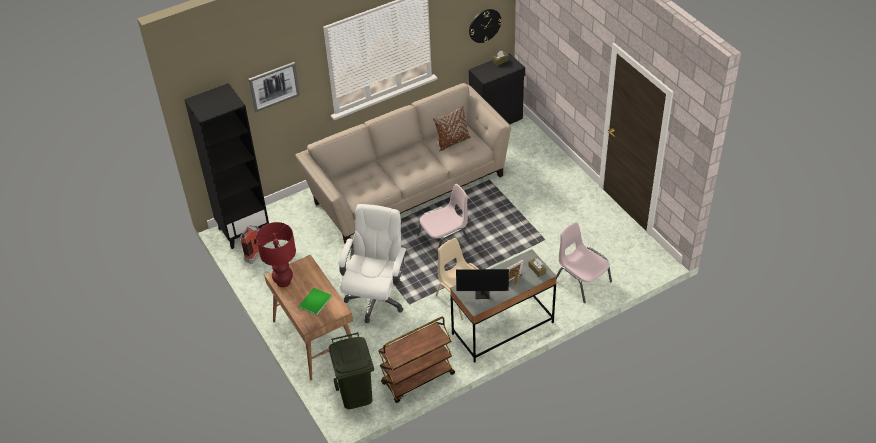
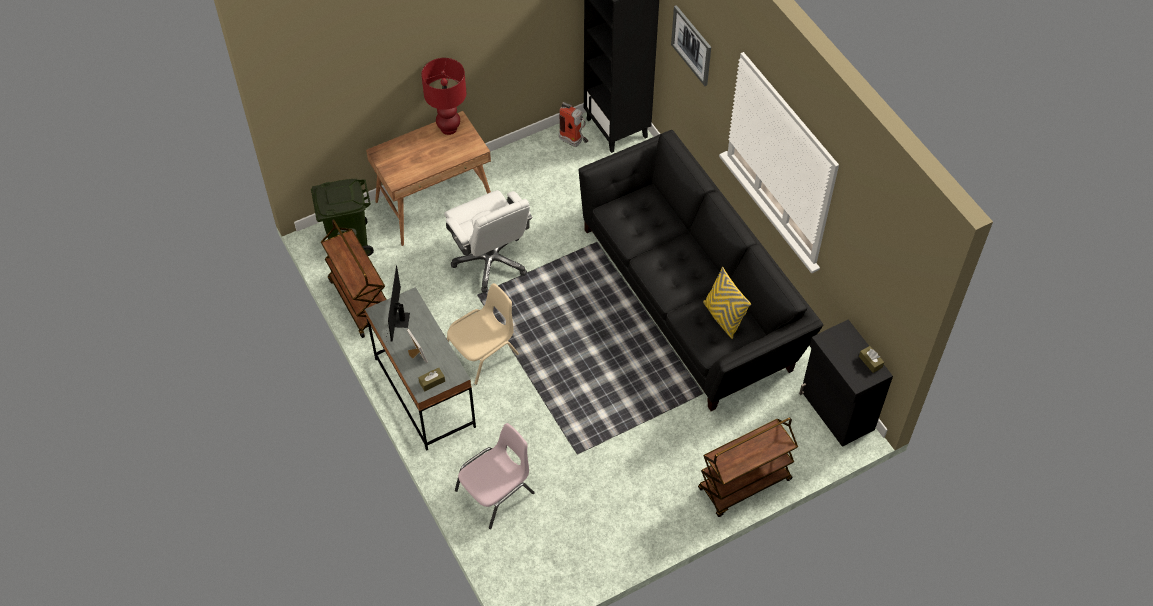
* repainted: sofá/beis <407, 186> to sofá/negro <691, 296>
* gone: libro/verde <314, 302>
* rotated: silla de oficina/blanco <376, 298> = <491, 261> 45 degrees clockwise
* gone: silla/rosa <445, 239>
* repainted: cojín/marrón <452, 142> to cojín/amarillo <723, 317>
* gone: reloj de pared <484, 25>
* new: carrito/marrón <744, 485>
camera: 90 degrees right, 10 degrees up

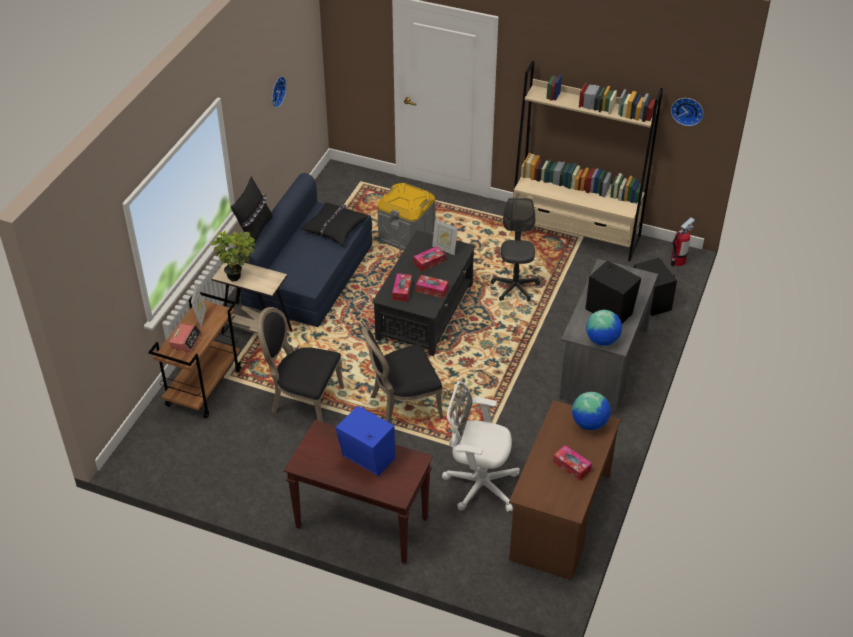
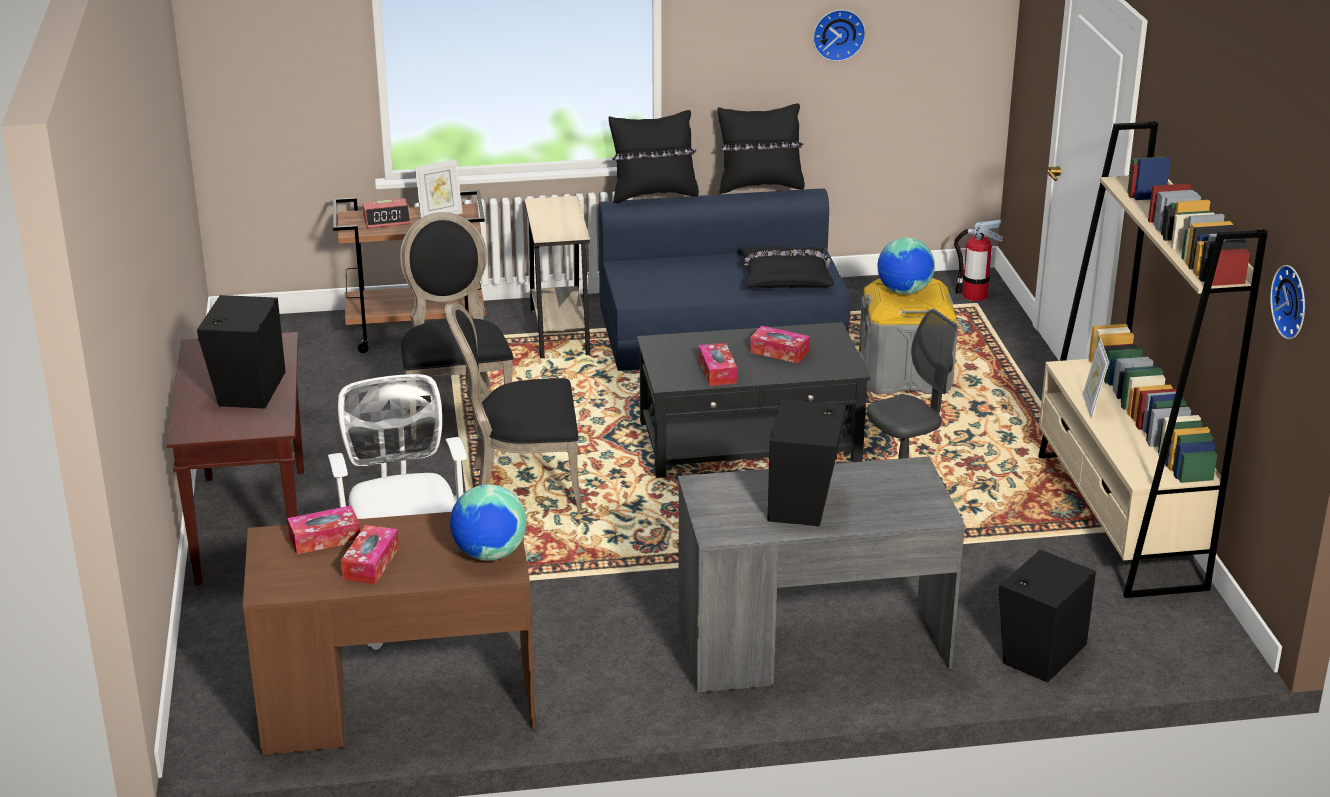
* gone: planta en maceta <238, 276>
* repainted: altavoz/azul <368, 459> to altavoz/negro <247, 389>
* rotated: silla/negro <402, 405> = <521, 485> 45 degrees counterclockwise
* shifted: caja de pañuelos <402, 291> to <325, 539>
* shifted: portarretratos <444, 249> to <1092, 406>
* shifted: globo terráqueo <602, 340> to <904, 292>
* shifted: extintor <678, 261> to <974, 295>
* new: cojín/negro <760, 186>
camera: 60 degrees right, 15 degrees down

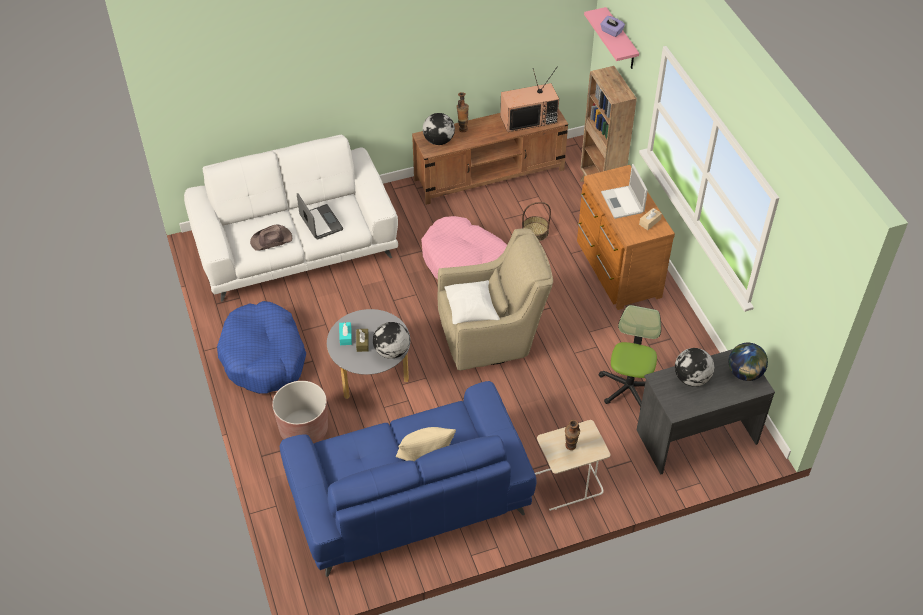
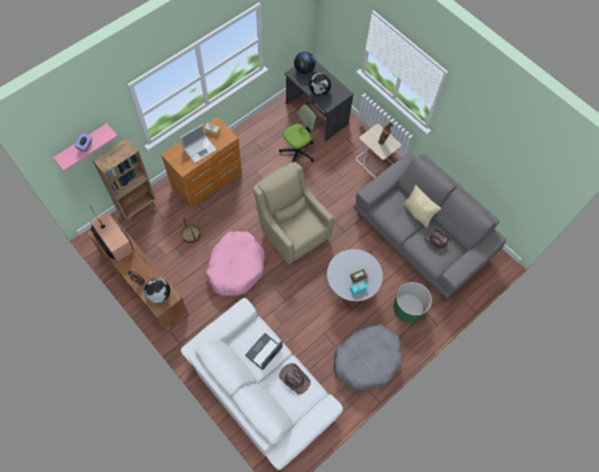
* repainted: cama para perro/azul <264, 357> to cama para perro/gris <367, 360>
* repainted: maceta/marrón <304, 430> to maceta/verde <408, 308>
* repainted: sofá/azul <408, 496> to sofá/gris <422, 235>
* gone: globo terráqueo <391, 351>
* gone: cojín/blanco <471, 311>
* rotated: silla de oficina <629, 387> = <298, 151> 150 degrees clockwise
* new: sombrero/marrón <438, 241>
camera: 115 degrees left, 15 degrees up

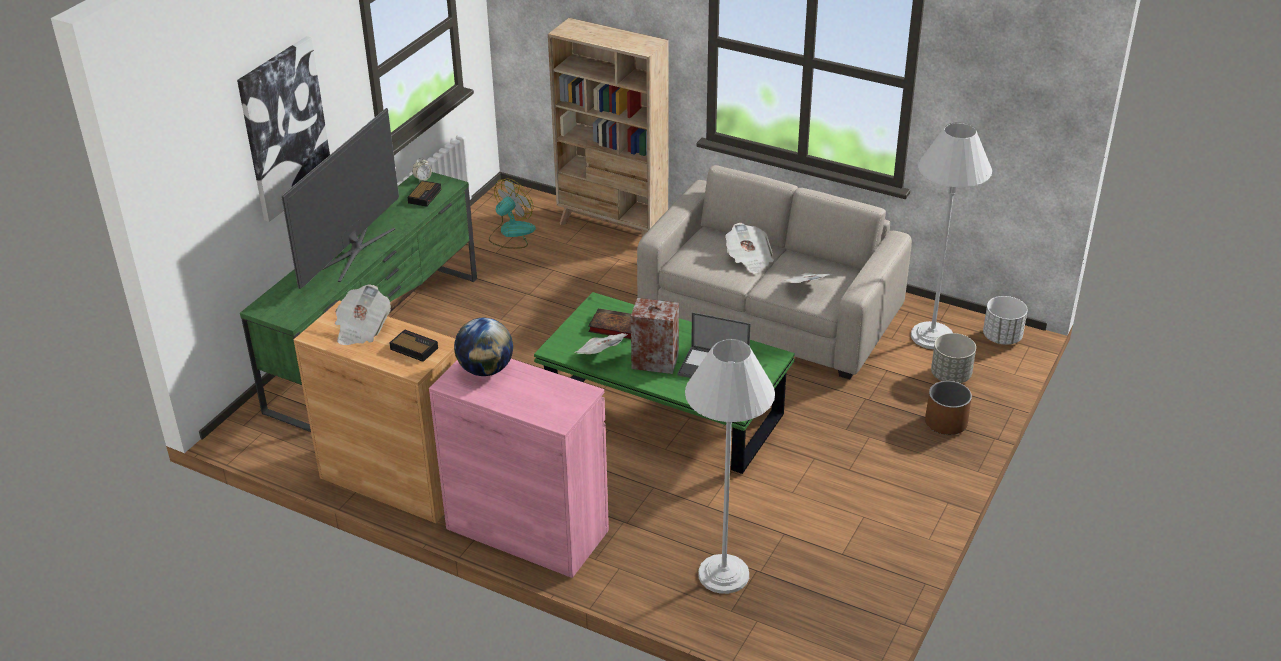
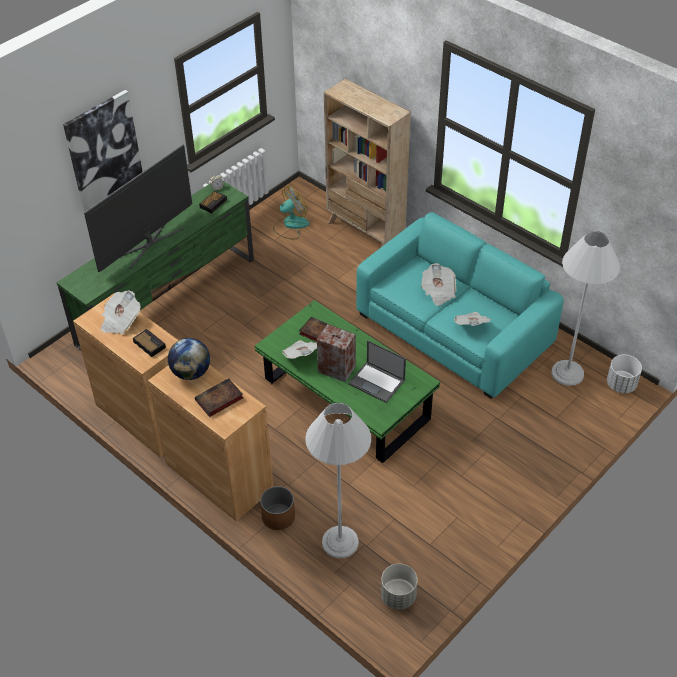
* repainted: armario/rosa <527, 529> to armario/marrón <219, 476>
* repainted: sofá/beis <771, 312> to sofá/turquesa <454, 329>
* shifted: maceta/marrón <945, 423> to <278, 517>
* shifted: maceta/gris <951, 376> to <398, 597>
* new: libro <218, 400>
camera: 15 degrees right, 10 degrees up

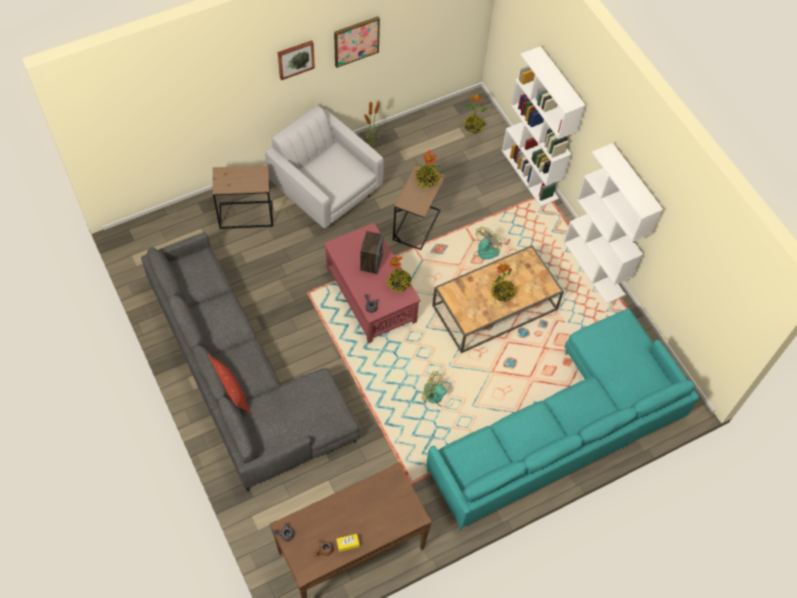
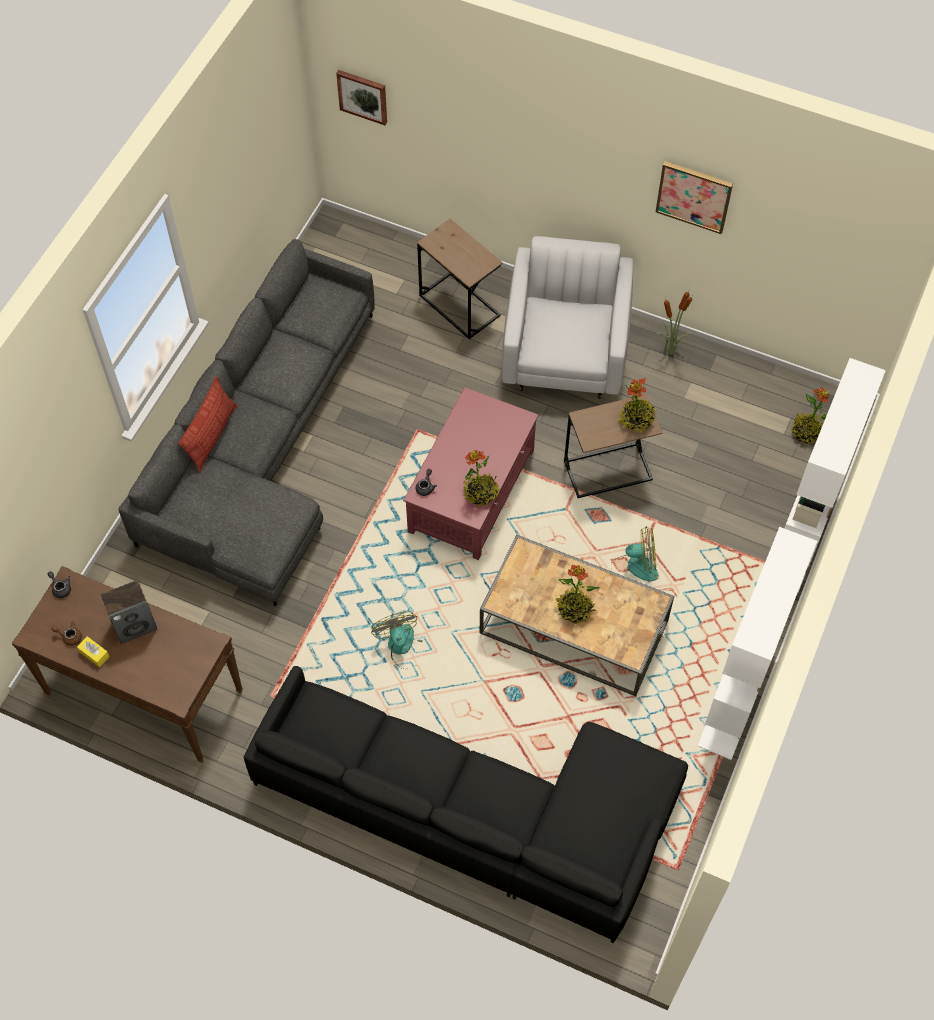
* shifted: cuadro <295, 59> to <363, 96>
* shifted: altavoz <371, 262> to <135, 625>
* repainted: sofá/turquesa <564, 428> to sofá/negro <478, 811>
camera: 55 degrees right, 0 degrees up

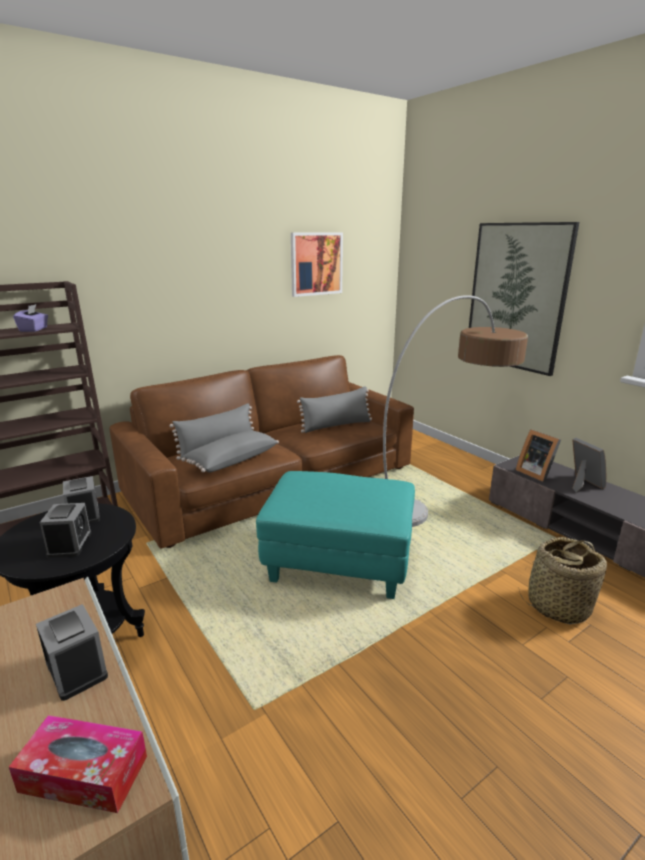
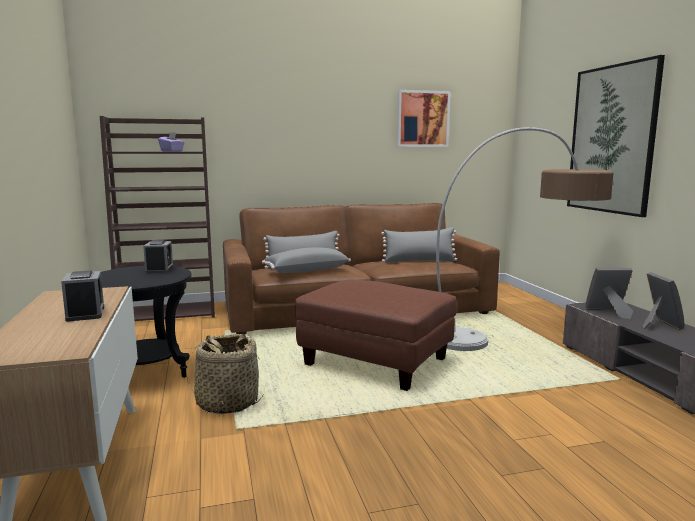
* gone: caja de pañuelos <84, 773>
* gone: despertador <70, 544>
* repainted: puf/turquesa <340, 561> to puf/marrón <376, 362>
* rotated: portarretratos <535, 473> = <609, 312> 105 degrees clockwise
* shifted: cesta <557, 606> to <227, 403>
camera: 20 degrees right, 10 degrees down

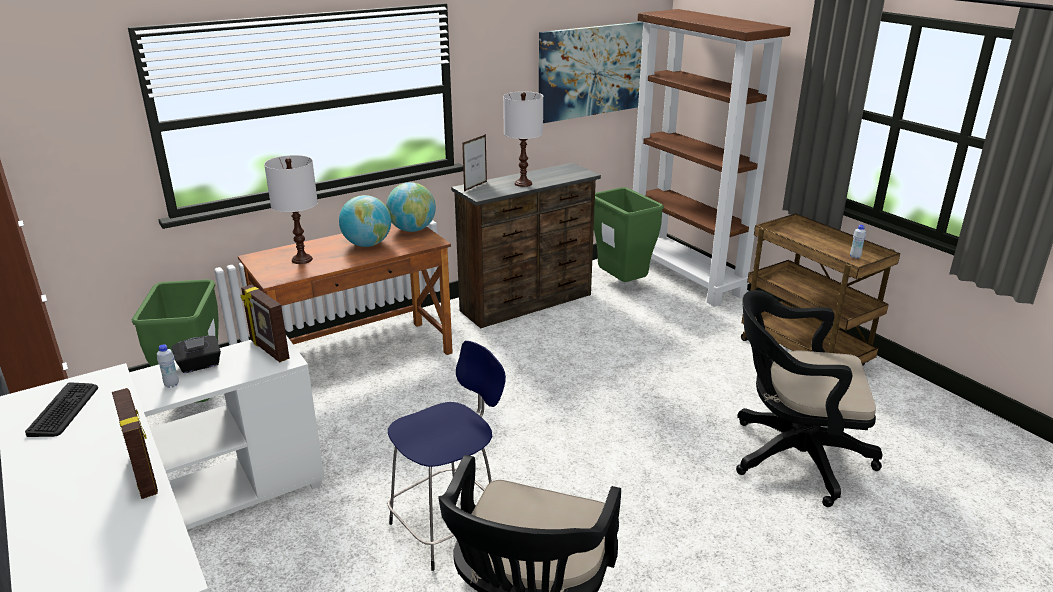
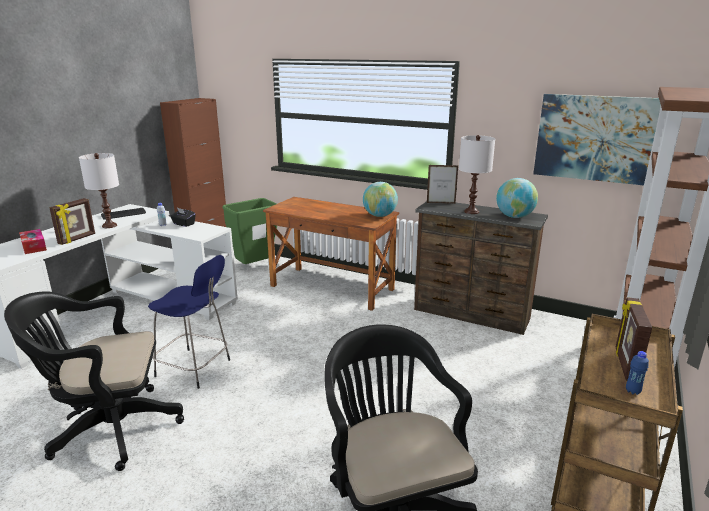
* shifted: portarretratos <268, 350> to <625, 365>
* shifted: lámpara de mesa/blanco <302, 260> to <109, 226>
* shifted: globo terráqueo <367, 244> to <514, 217>
* gone: papelera/verde <622, 284>
* repainted: botella/blanco <855, 257> to botella/azul <633, 391>
* new: caja de pañuelos <34, 246>
camera: 60 degrees right, 5 degrees down

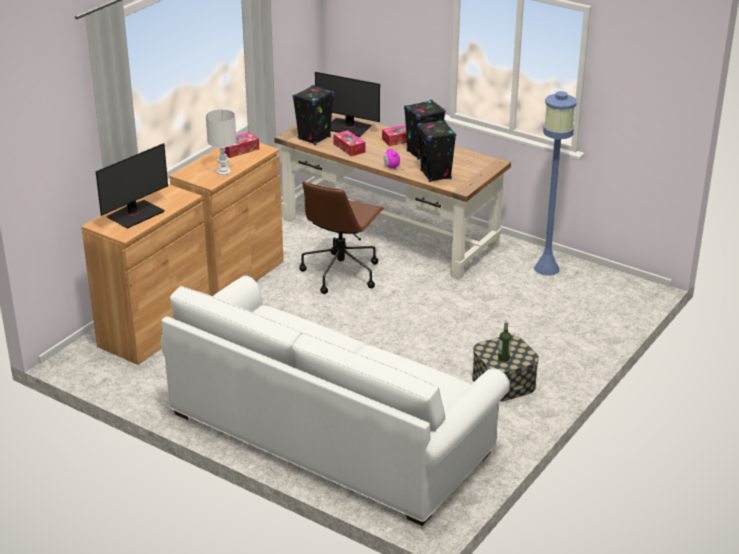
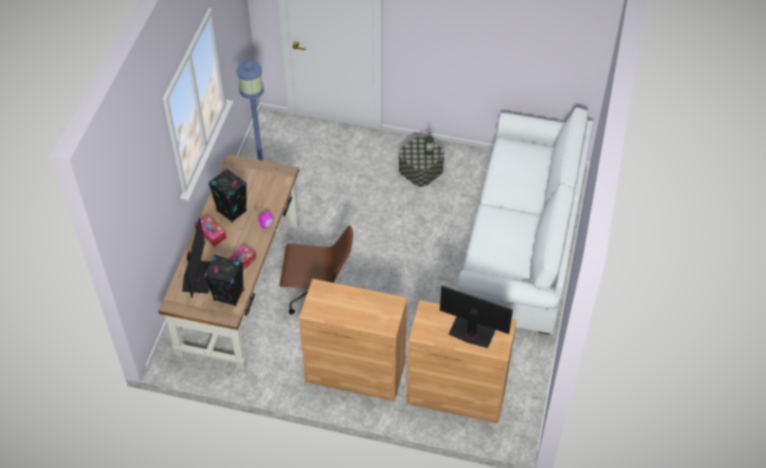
* gone: lámpara de mesa/blanco <224, 172>
* gone: caja de pañuelos <239, 150>
* gone: altavoz/negro <436, 175>
camera: 110 degrees left, 20 degrees up

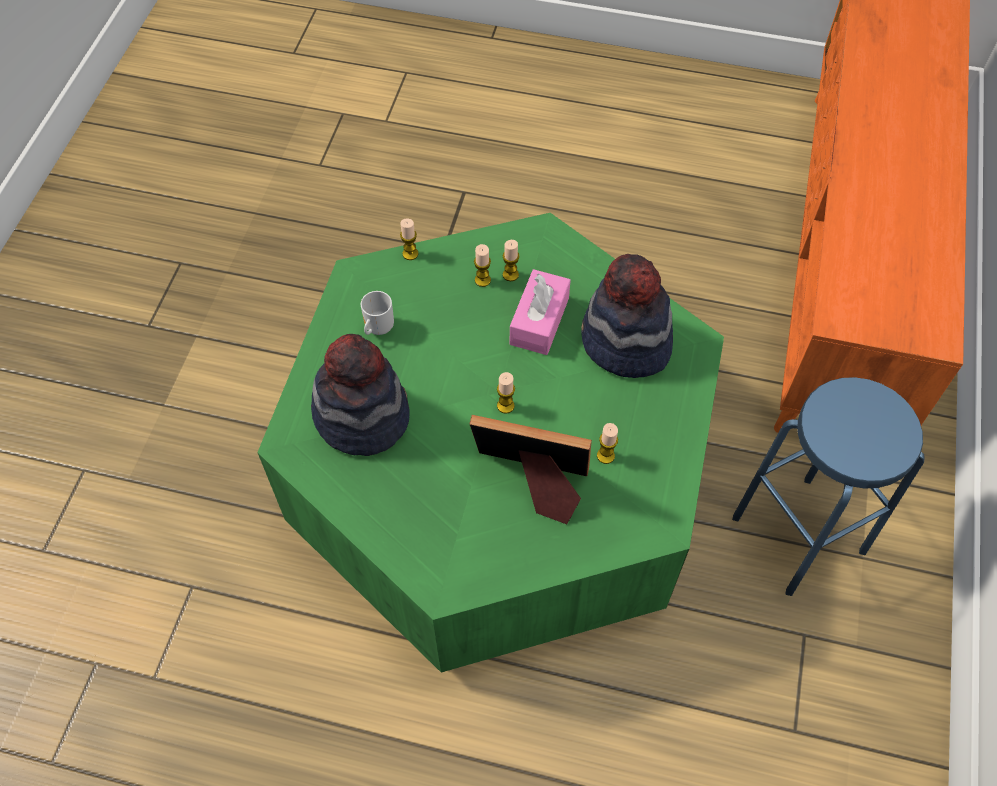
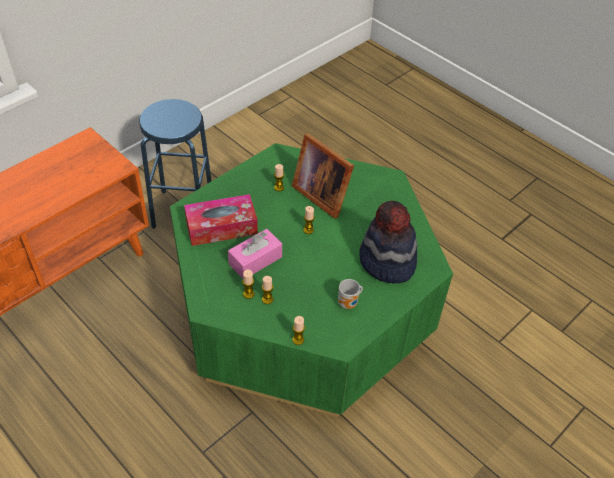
* swapped: sombrero <625, 343> to caja de pañuelos <221, 227>
camera: 150 degrees left, 10 degrees down

